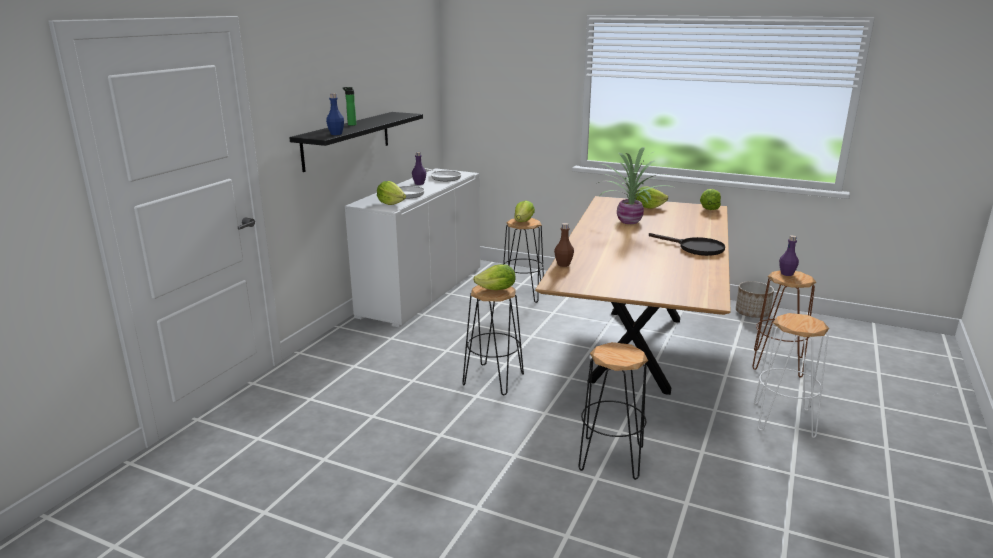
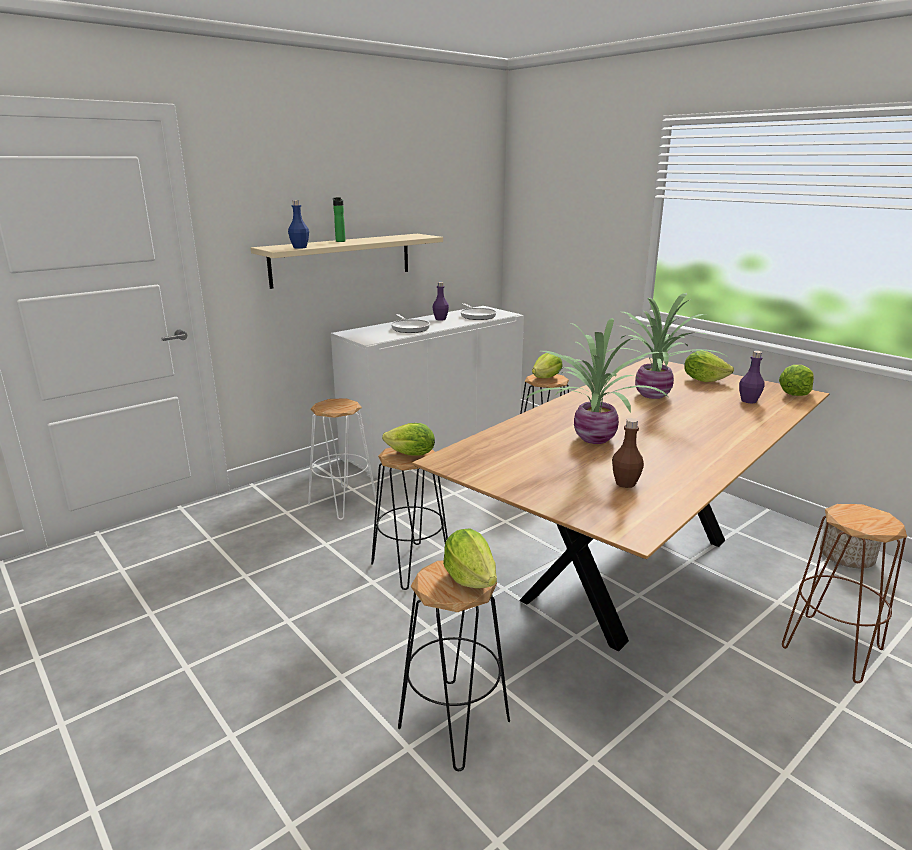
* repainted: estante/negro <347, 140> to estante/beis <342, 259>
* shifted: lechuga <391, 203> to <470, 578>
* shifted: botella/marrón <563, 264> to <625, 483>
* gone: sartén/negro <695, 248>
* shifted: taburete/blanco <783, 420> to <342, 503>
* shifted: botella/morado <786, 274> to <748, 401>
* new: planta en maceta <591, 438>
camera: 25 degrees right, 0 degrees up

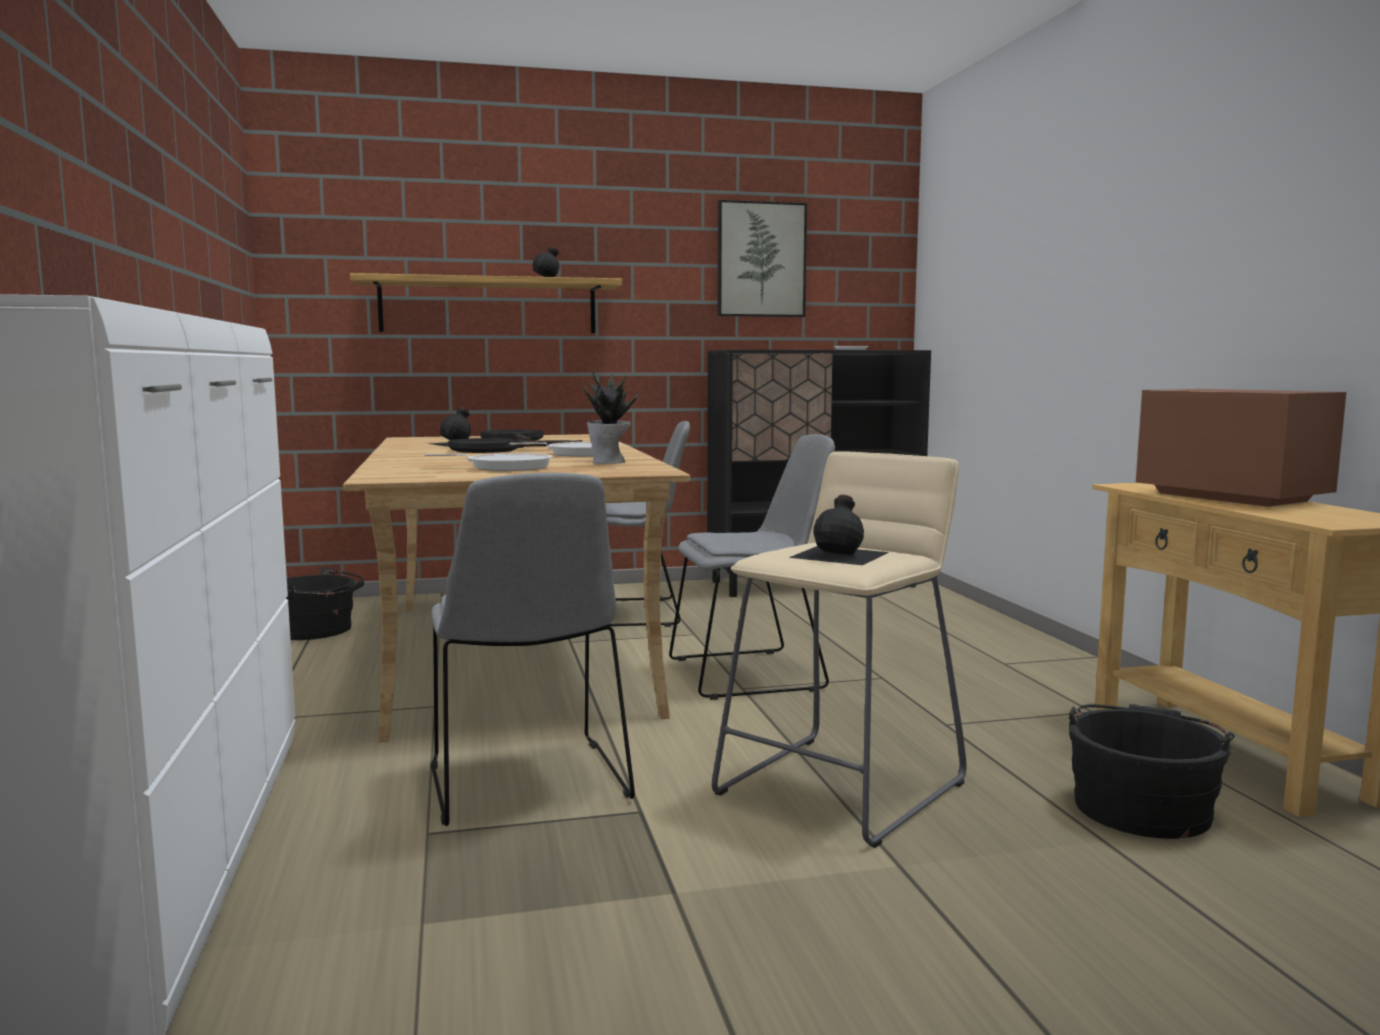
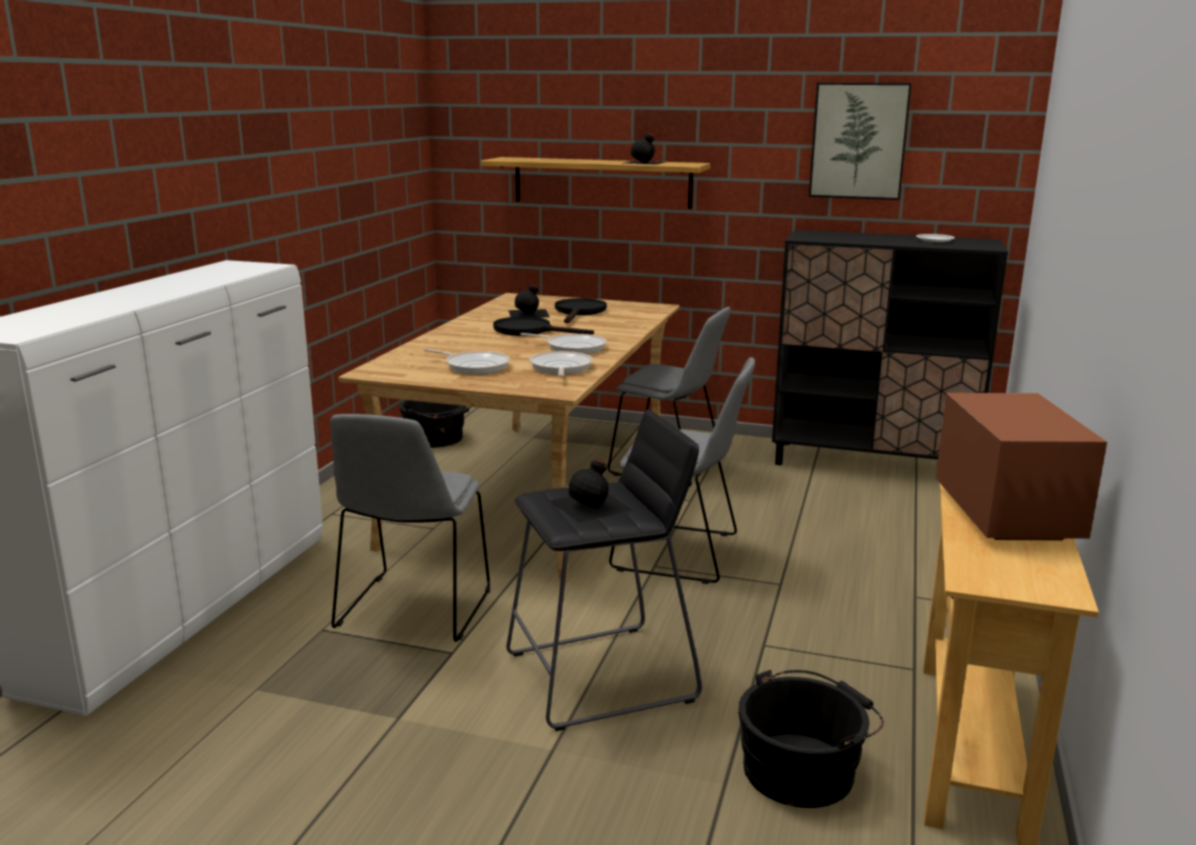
* swapped: planta en maceta <609, 462> to sartén <560, 368>
* repainted: taburete/beis <840, 787> to taburete/negro <601, 676>
camera: 30 degrees right, 10 degrees up

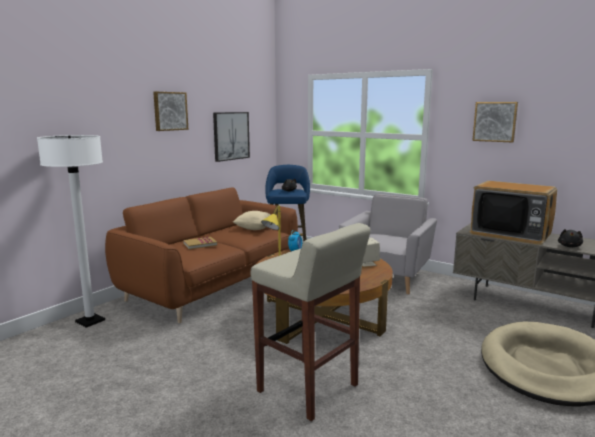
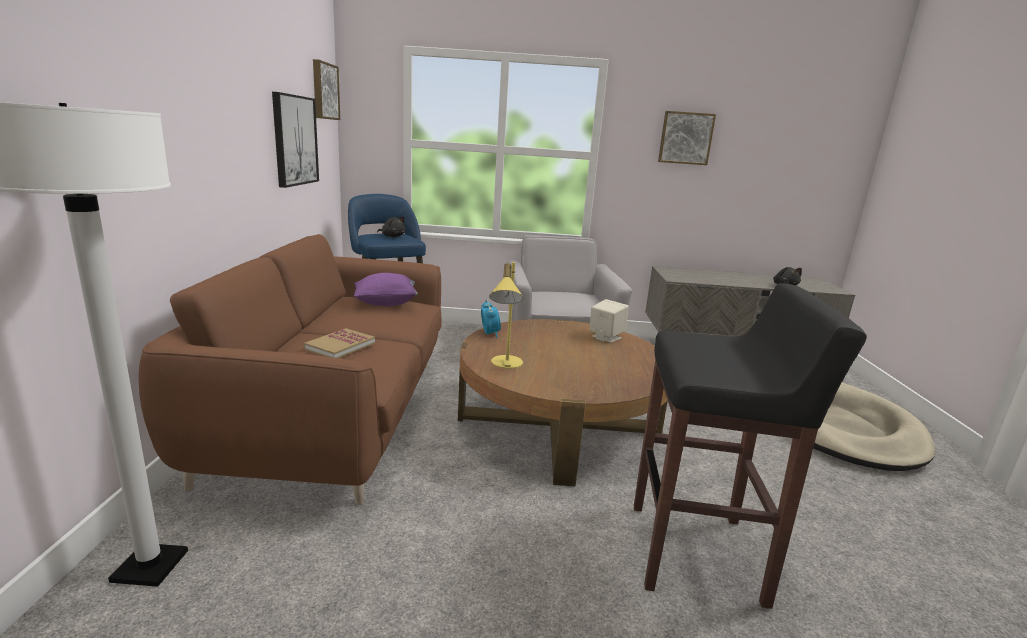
* shifted: cuadro <170, 111> to <324, 91>
* repainted: cojín/beis <255, 229> to cojín/morado <386, 304>
* repainted: taburete/beis <309, 389> to taburete/negro <697, 553>
* gone: televisor <510, 234>
camera: 35 degrees left, 5 degrees up

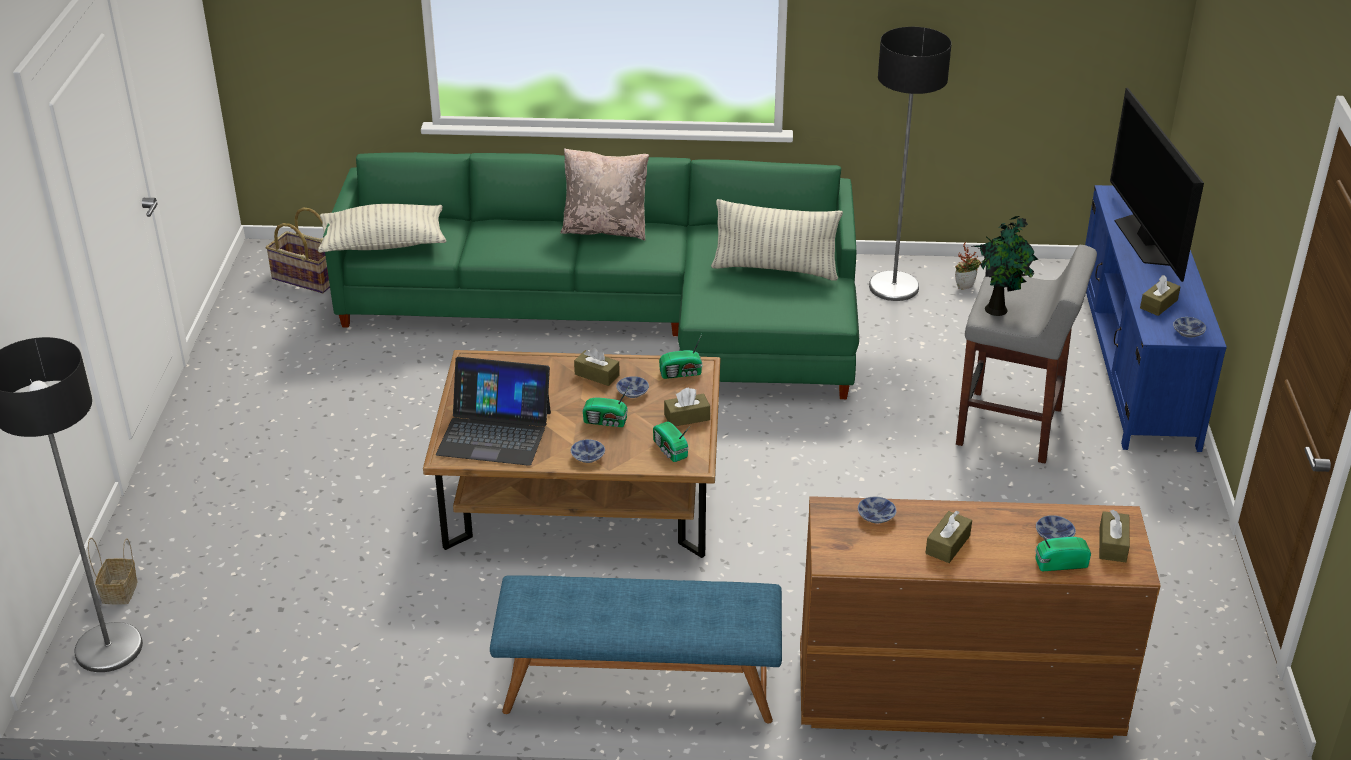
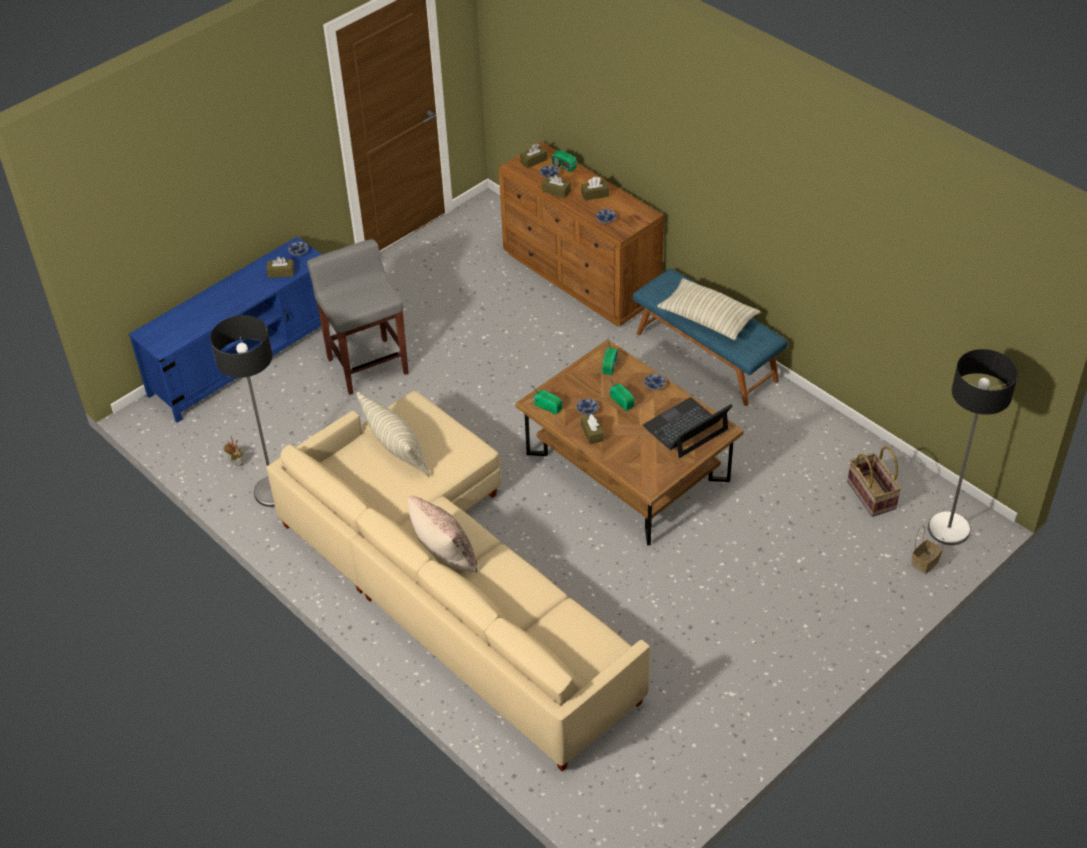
* shifted: cesta <306, 279> to <872, 495>
* shifted: cojín <384, 244> to <707, 319>
* repainted: sofá/verde <625, 311> to sofá/beis <450, 585>
* rotated: portátil <494, 432> = <686, 428> 90 degrees counterclockwise
* shifted: caja de pañuelos/marrón <687, 417> to <556, 191>
* gone: planta en maceta <998, 309>
* gone: televisor <1145, 240>
camera: 135 degrees left, 10 degrees up

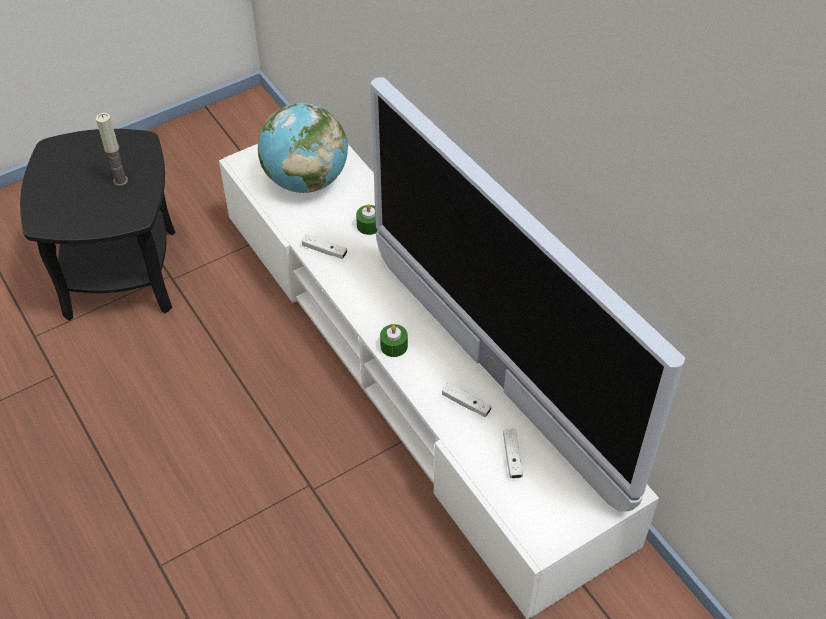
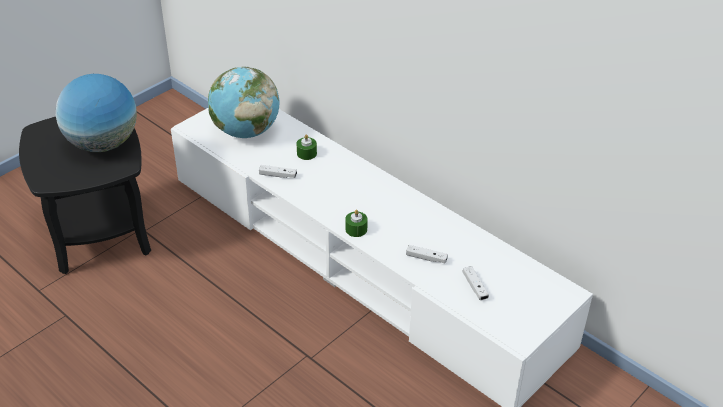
* swapped: vela <120, 180> to globo terráqueo <103, 144>
* gone: televisor <496, 375>
camera: 15 degrees left, 10 degrees down

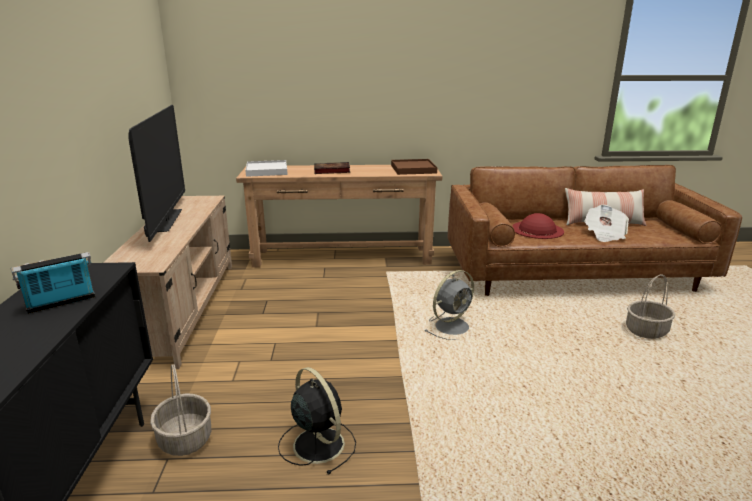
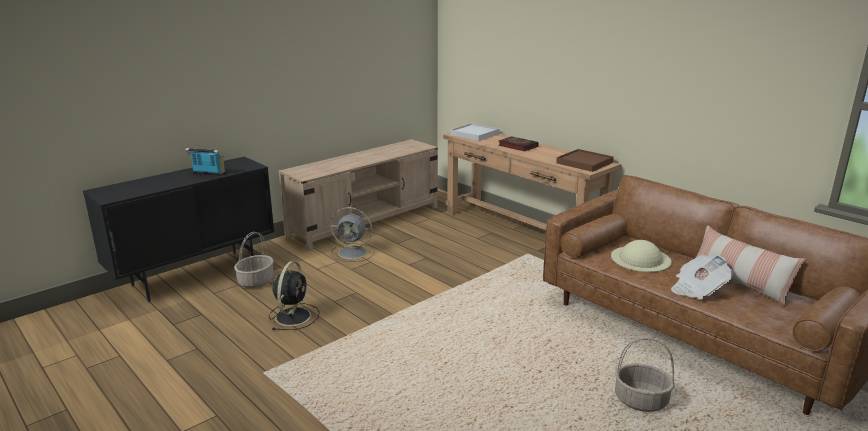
* gone: televisor <168, 220>
* shifted: ventilador/gris <453, 326> to <354, 253>
* repainted: sombrero/rojo <537, 229> to sombrero/beis <640, 258>
camera: 50 degrees right, 0 degrees up

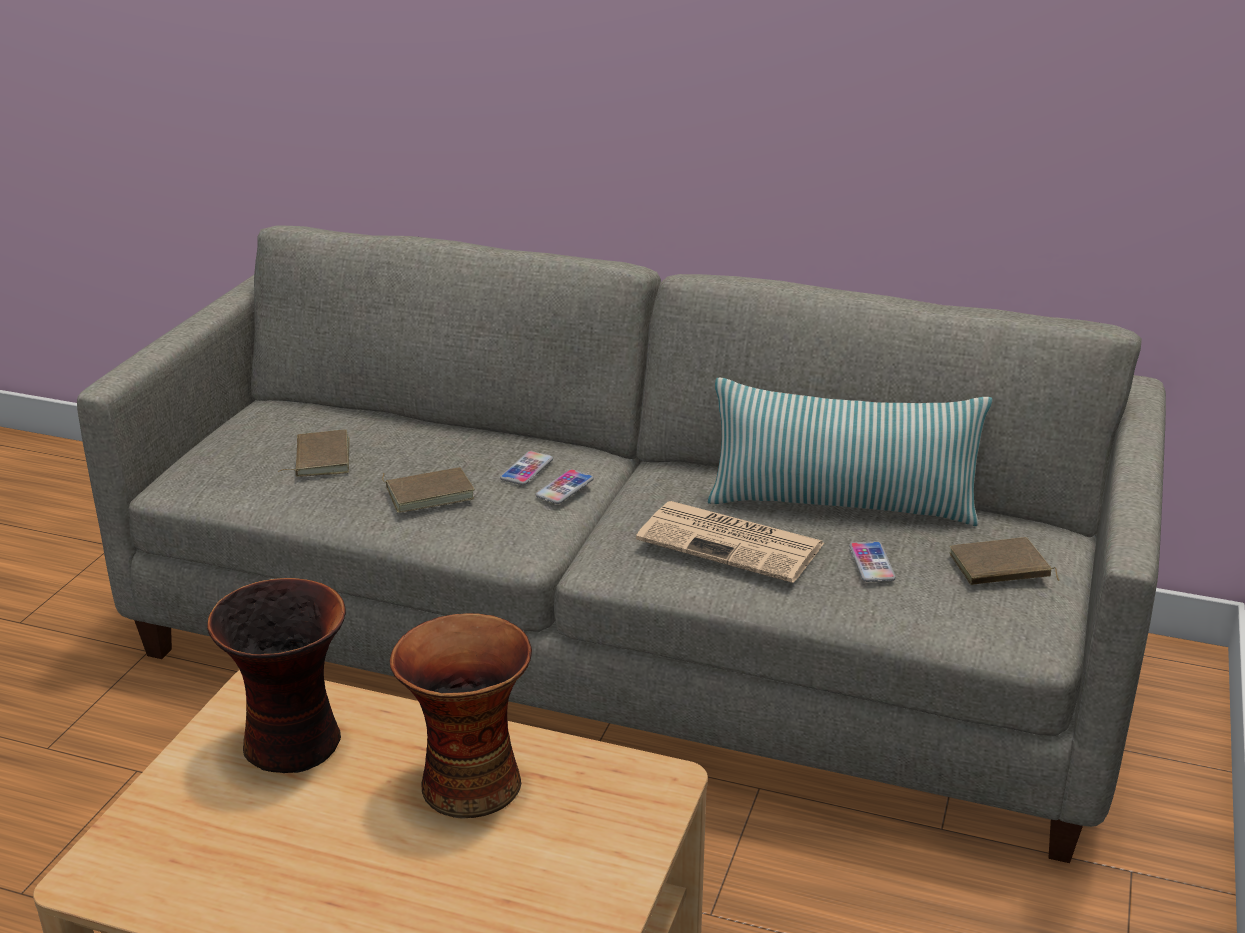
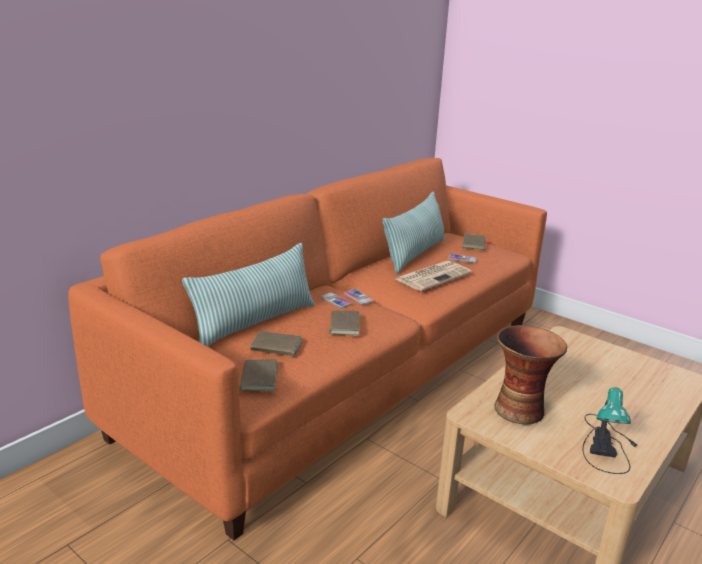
* repainted: sofá/gris <624, 647> to sofá/naranja <346, 374>
* gone: florero <468, 782>
* new: cojín <255, 322>
* new: libro/marrón <257, 377>
* new: lámpara de mesa <605, 445>
camera: 70 degrees left, 5 degrees down

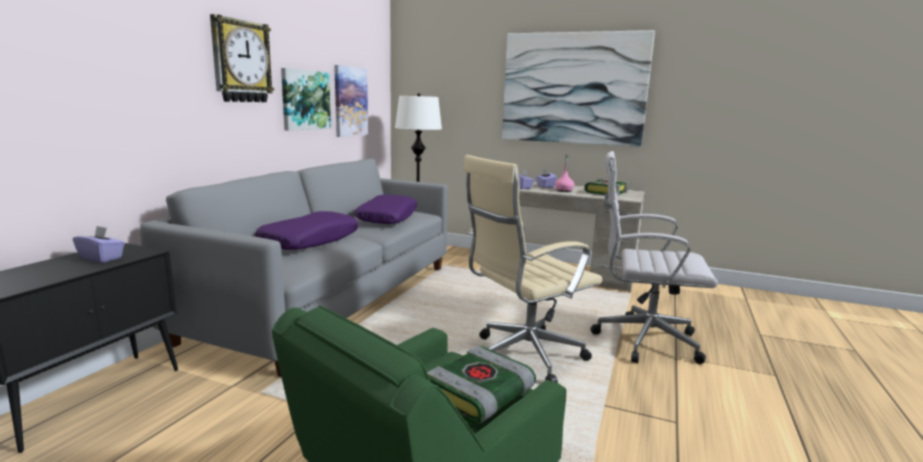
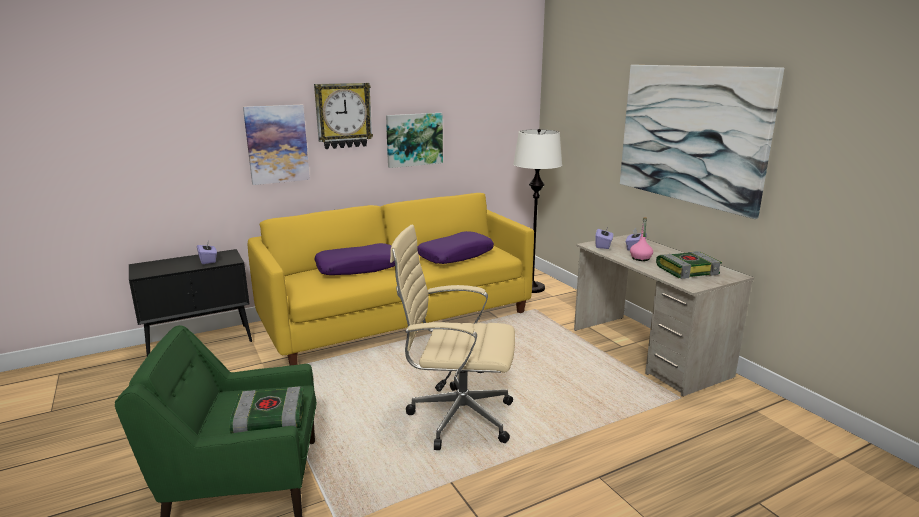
* repainted: sofá/gris <332, 299> to sofá/amarillo <397, 317>
* shifted: cuadro <350, 101> to <277, 144>
* gone: silla de oficina/blanco <641, 340>
camera: 40 degrees right, 5 degrees up

